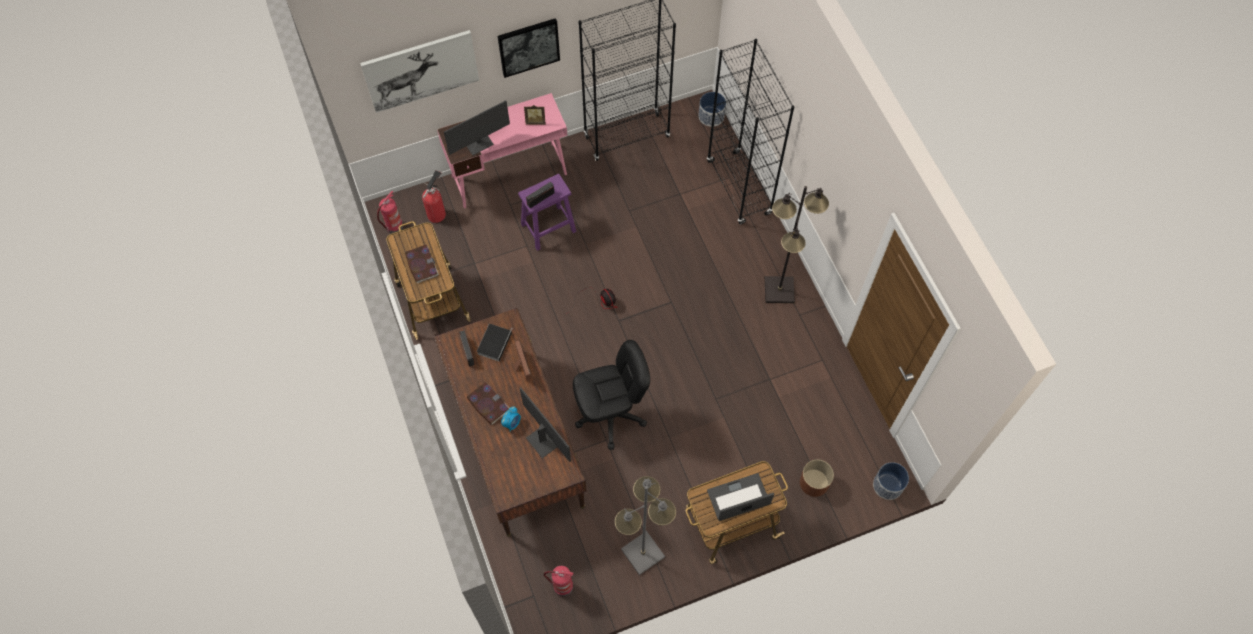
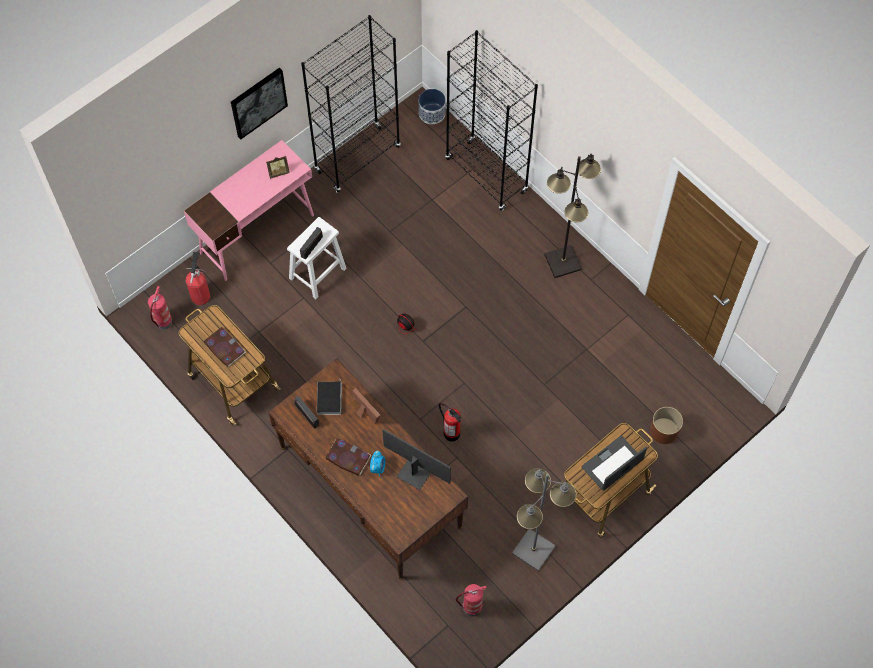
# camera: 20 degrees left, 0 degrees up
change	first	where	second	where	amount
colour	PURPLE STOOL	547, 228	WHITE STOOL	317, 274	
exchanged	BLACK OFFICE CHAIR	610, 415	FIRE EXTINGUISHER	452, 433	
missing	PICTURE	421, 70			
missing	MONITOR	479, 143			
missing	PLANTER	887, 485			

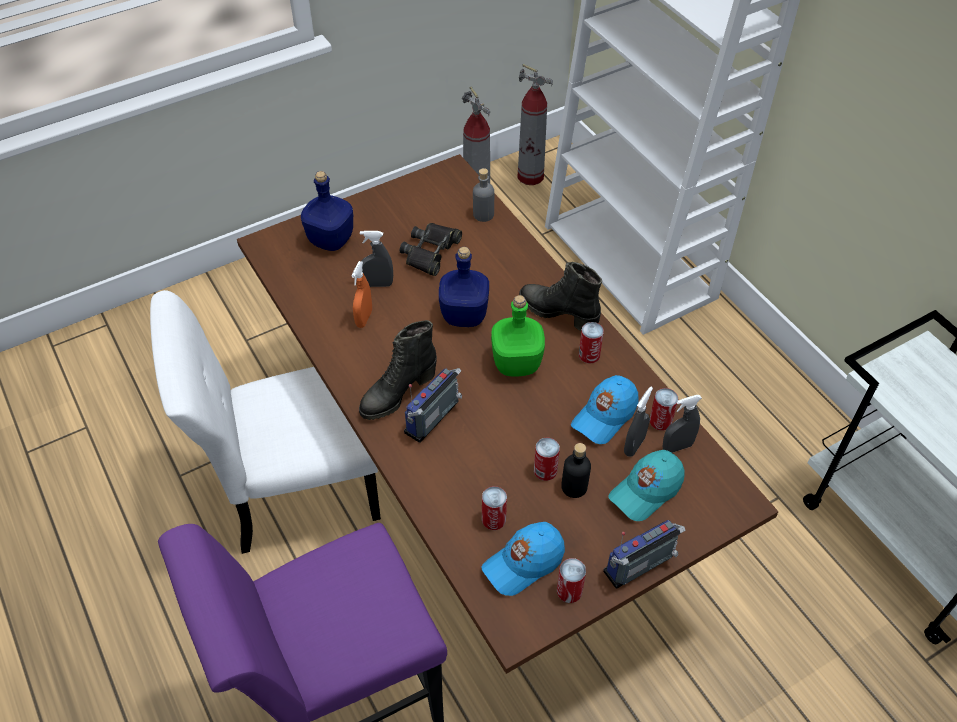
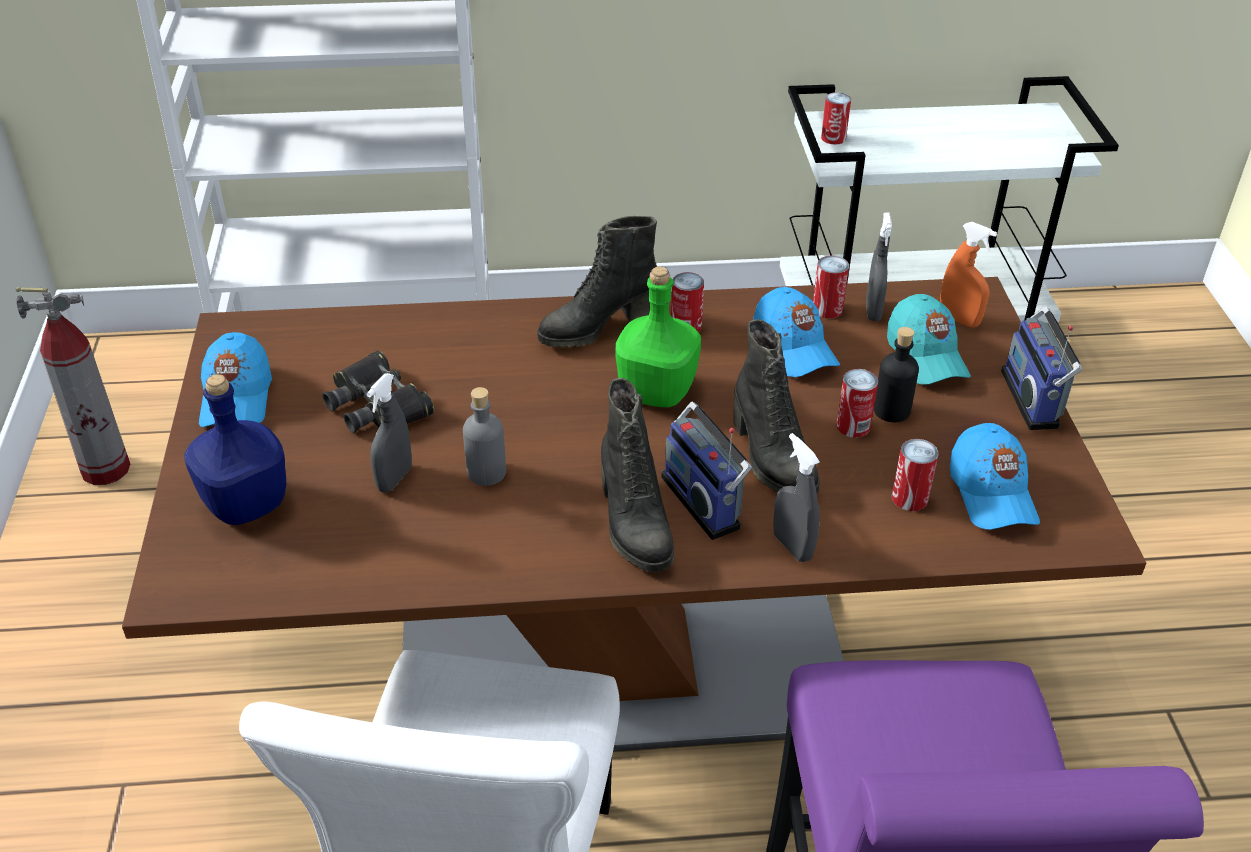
# camera: 65 degrees left, 10 degrees down
change	first	where	second	where	amount
appeared			BLUE CAP	236, 398	
relocated	GREY BOTTLE	483, 214		486, 472	
appeared			BLACK BOOT	771, 458	
relocated	GREY SPRAY BOTTLE	634, 446		792, 546	
relocated	CAN	569, 591		833, 138	
relocated	ORANGE SPRAY BOTTLE	364, 318		959, 319	
missing	BLUE BOTTLE	464, 316			
missing	FIRE EXTINGUISHER	531, 176			

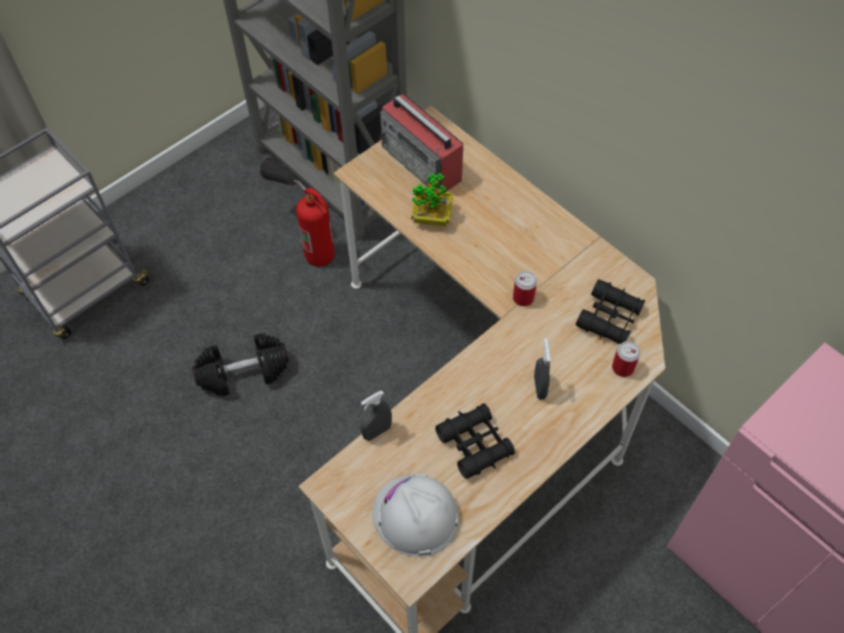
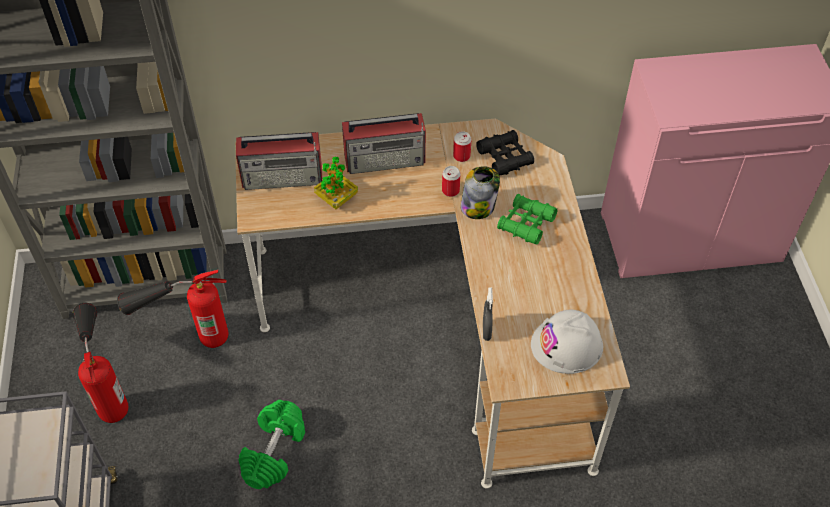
# camera: 55 degrees left, 5 degrees down
change	first	where	second	where	amount
appeared			FIRE EXTINGUISHER	108, 386	
colour	BLACK DUMBBELL	243, 373	GREEN DUMBBELL	274, 452	
appeared			RADIO	386, 159	
relocated	CAN	623, 368		461, 156	
appeared			JAR	478, 206	
exchanged	GREY SPRAY BOTTLE	539, 387	GREEN BINOCULARS	526, 223	
missing	BLACK BINOCULARS	475, 444			

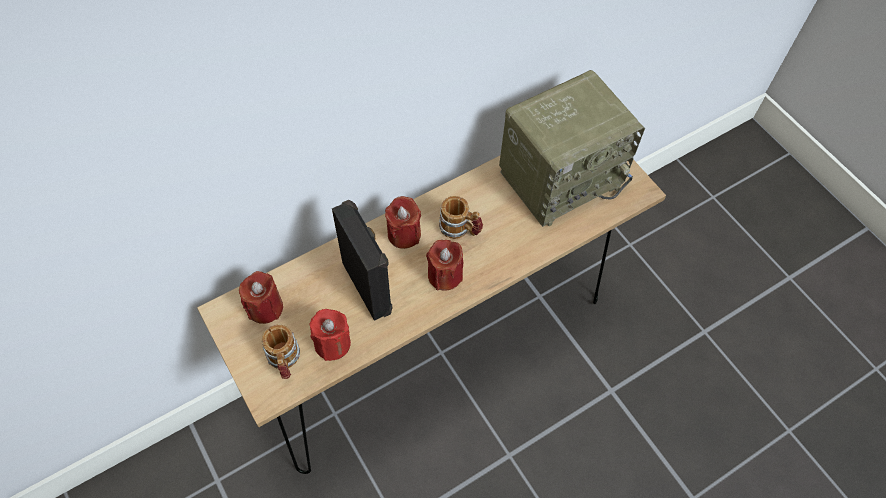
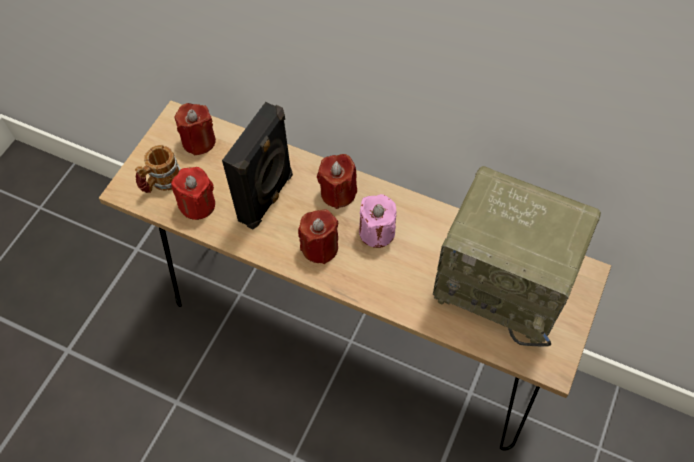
# camera: 60 degrees right, 0 degrees up
change	first	where	second	where	amount
exchanged	MUG	460, 229	PINK CANDLE	377, 232	

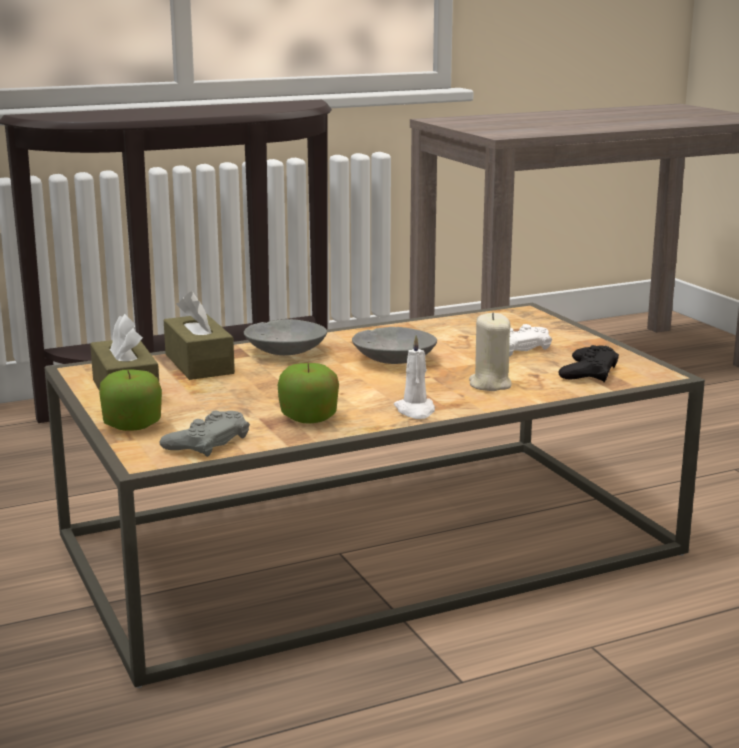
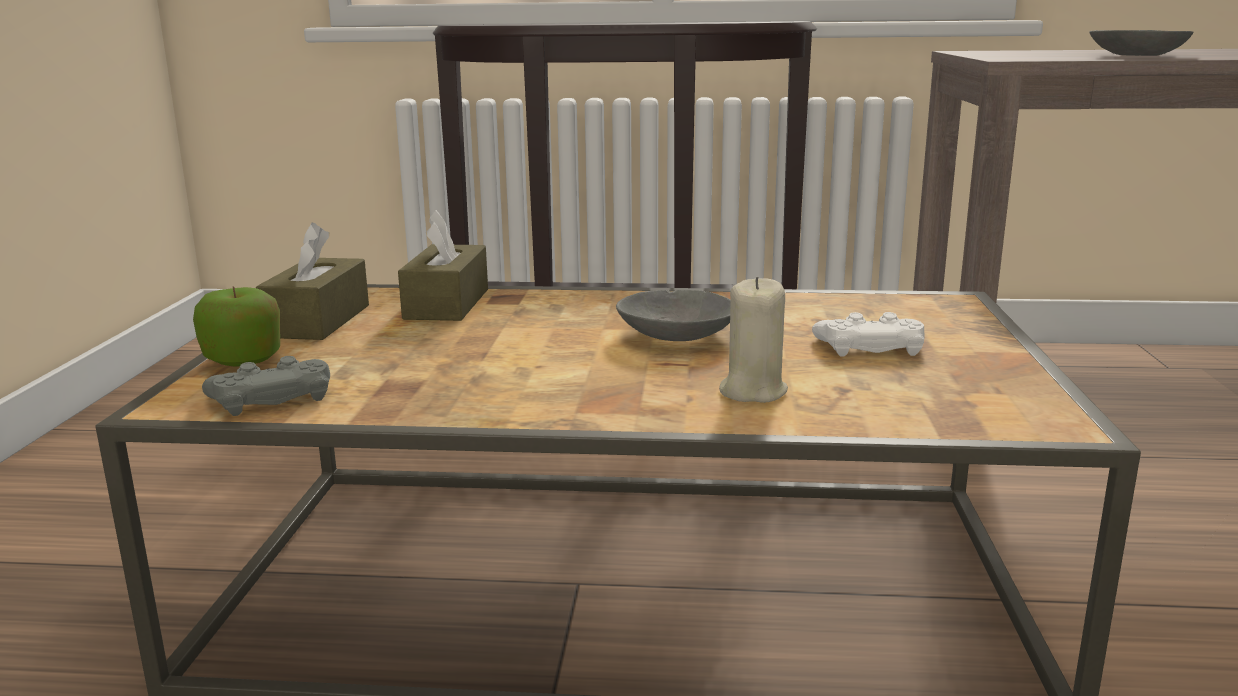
# camera: 30 degrees right, 0 degrees up
change	first	where	second	where	amount
relocated	GREY BOWL	286, 350		1136, 56	
missing	APPLE	309, 418			
missing	WHITE CANDLE	415, 411			
missing	BLACK GAME CONTROLLER	588, 372			

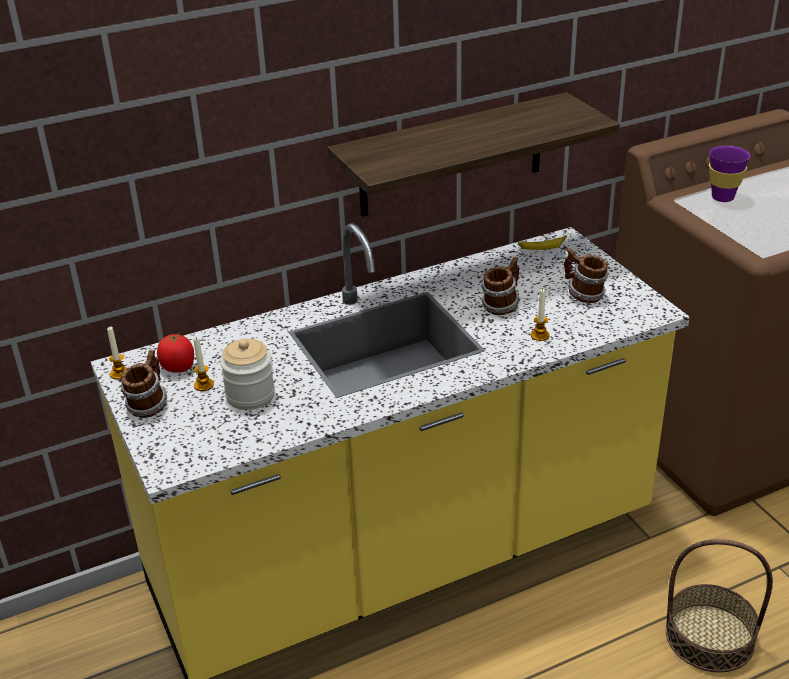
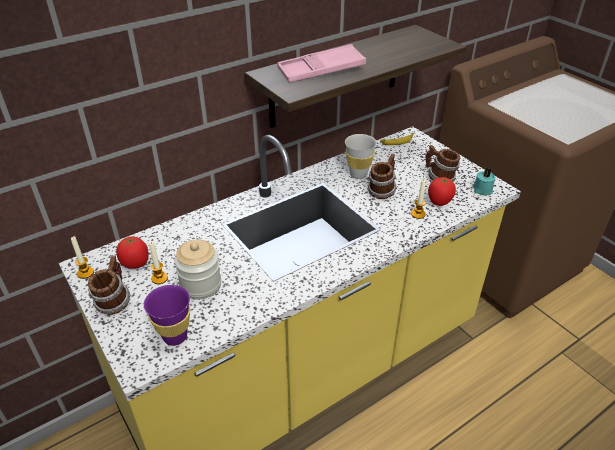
# camera: 10 degrees left, 5 degrees up
change	first	where	second	where	amount
relocated	PURPLE CUP	722, 197		175, 336	
appeared			PINK TRAY	321, 70	
appeared			WHITE CUP	358, 174	
appeared			TOMATO	439, 201	
appeared			TURQUOISE CANDLE	482, 189	
missing	BASKET	709, 637			

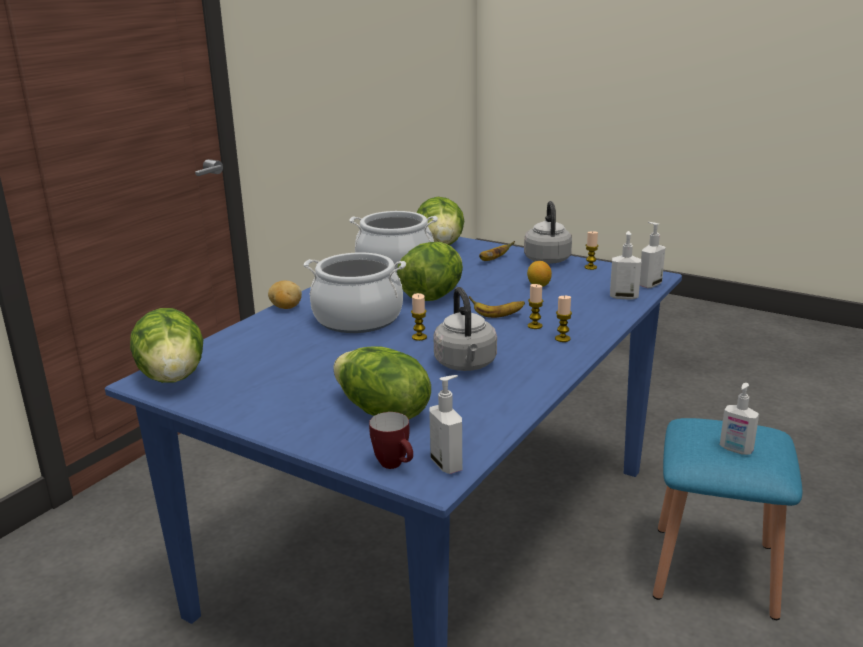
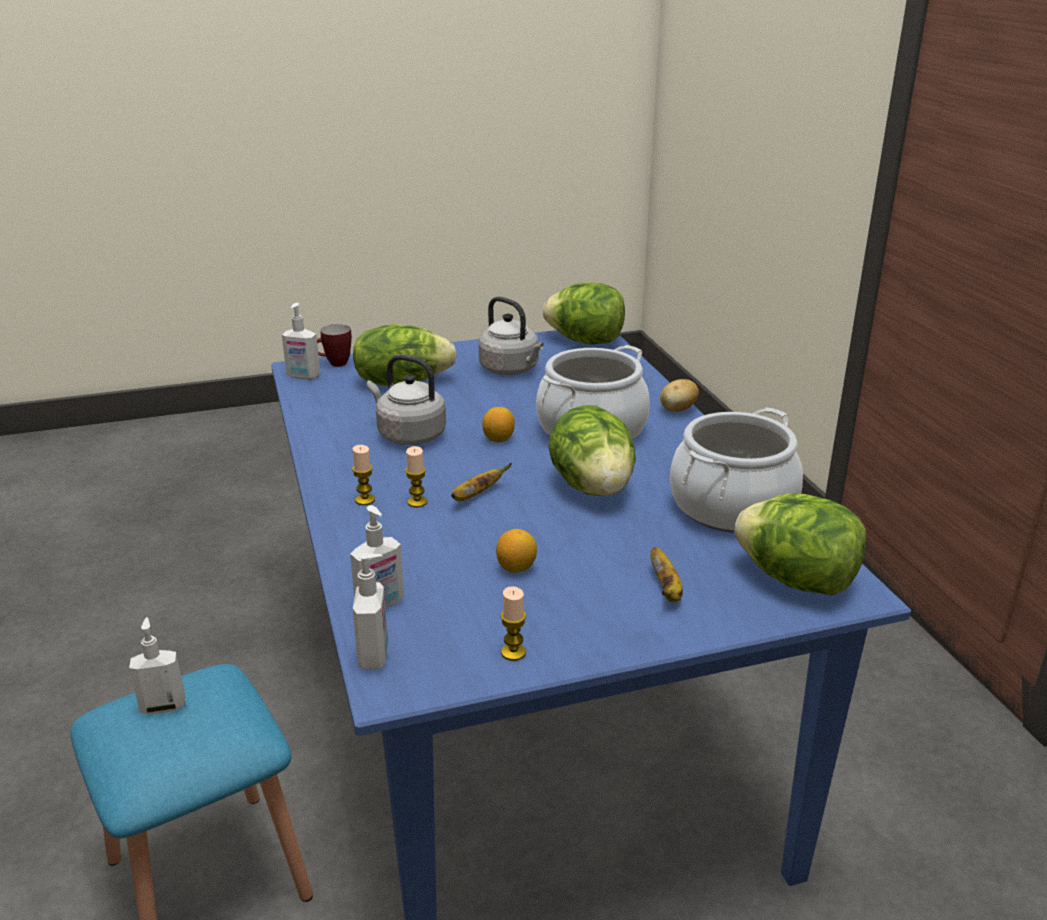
# camera: 130 degrees right, 5 degrees up
change	first	where	second	where	amount
relocated	GREY KETTLE	547, 259		511, 370	
exchanged	CANDLE	419, 337	LEMON	498, 439	

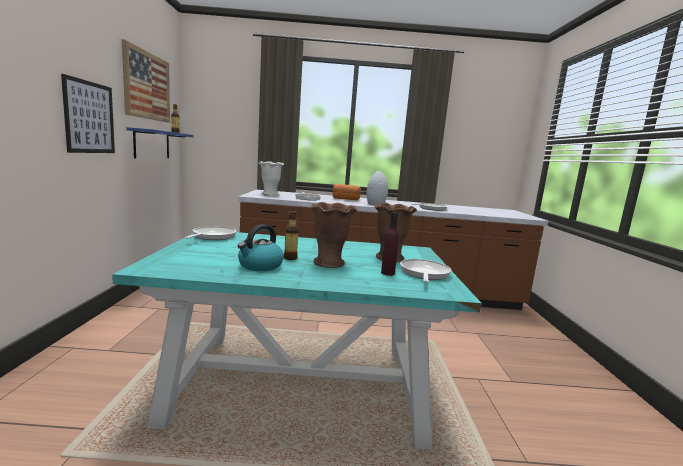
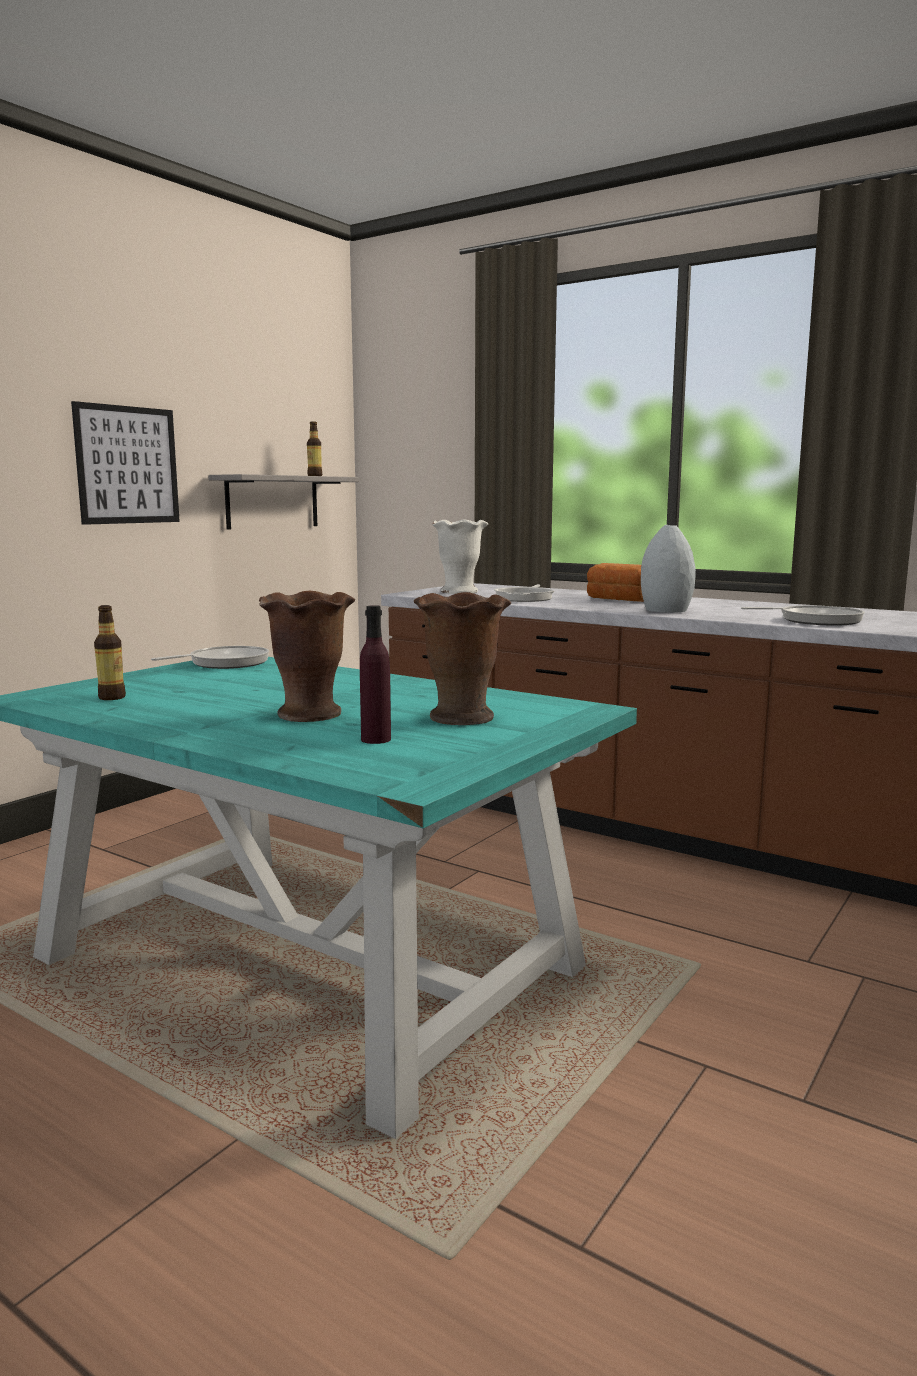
# camera: 35 degrees right, 0 degrees up
change	first	where	second	where	amount
relocated	BOTTLE	290, 258		112, 697	
colour	BLUE SHELF	152, 144	GREY SHELF	272, 502	
missing	PICTURE	147, 86			
missing	KETTLE	260, 266			
missing	FRYING PAN	424, 274			

